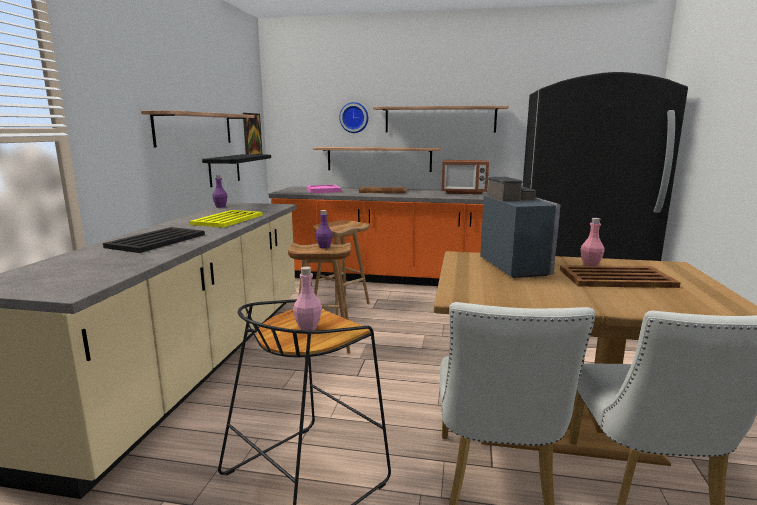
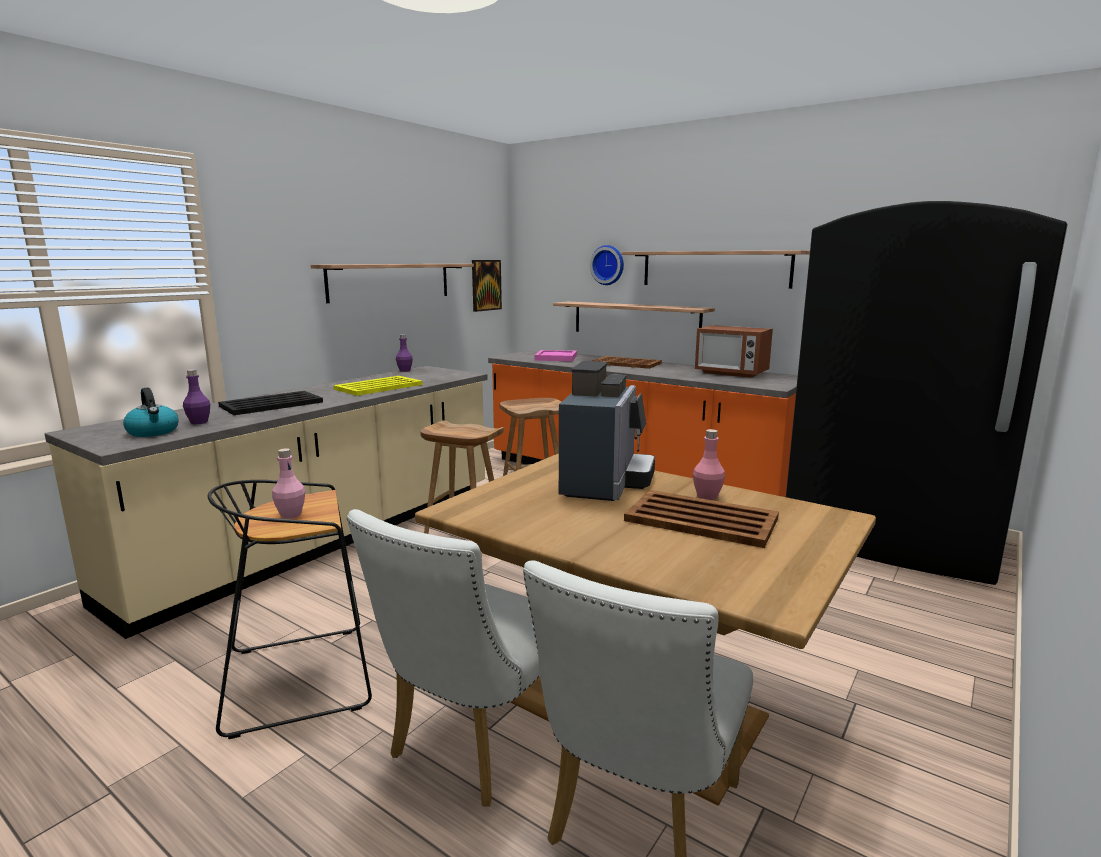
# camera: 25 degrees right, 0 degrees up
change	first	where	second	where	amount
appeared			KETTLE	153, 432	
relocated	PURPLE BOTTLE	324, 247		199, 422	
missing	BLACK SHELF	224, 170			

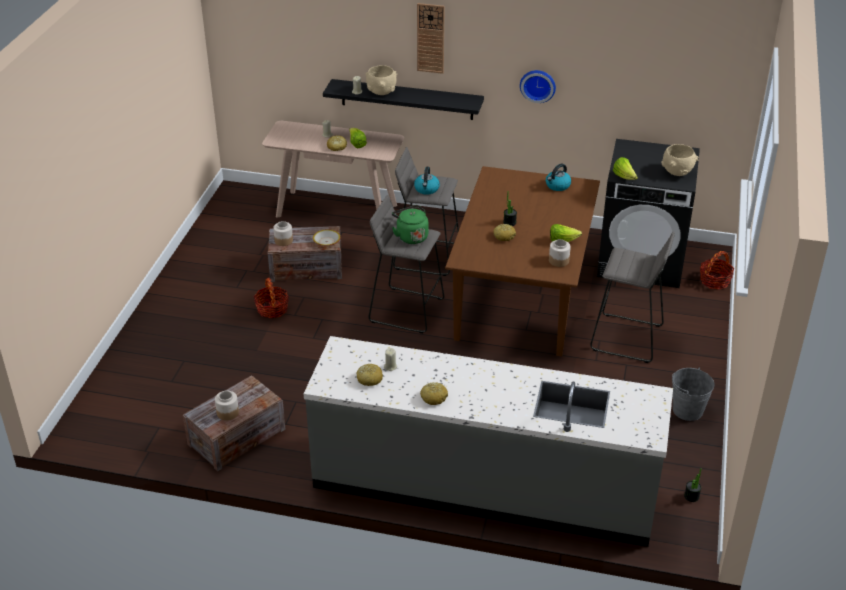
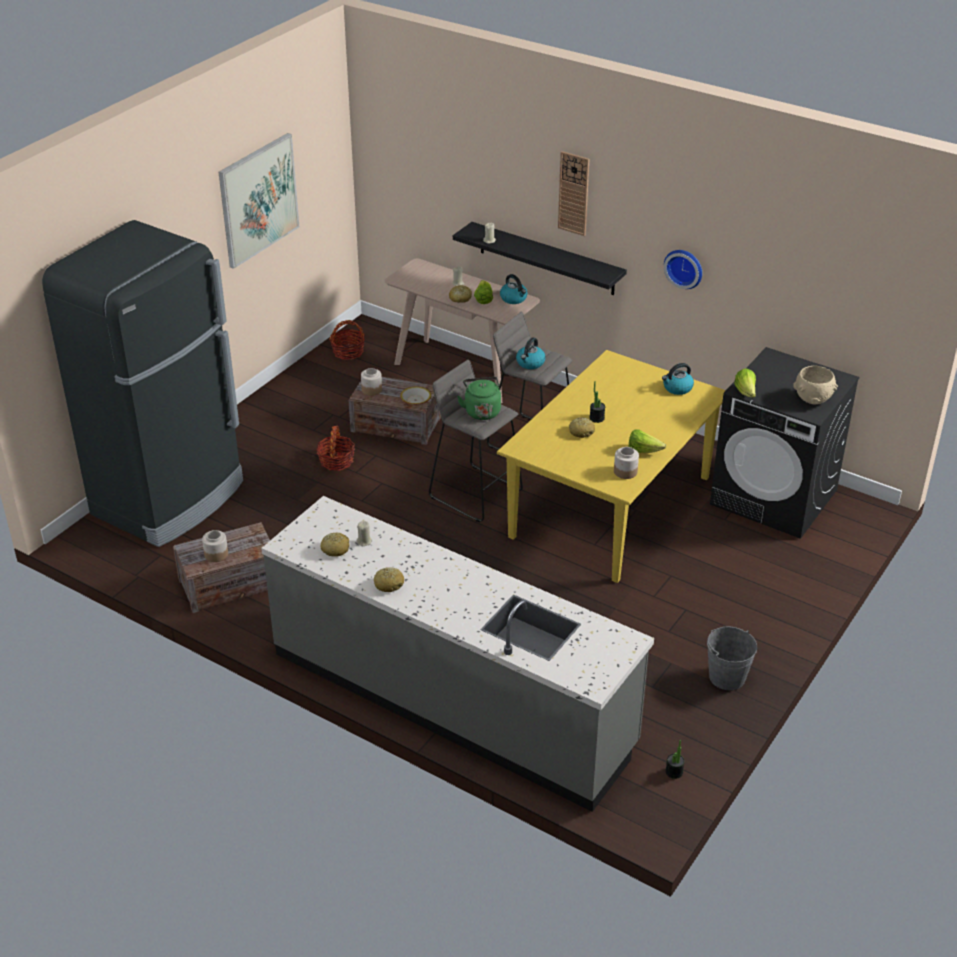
# camera: 20 degrees right, 0 degrees up
change	first	where	second	where	amount
appeared			BLACK FRIDGE	170, 499	
appeared			PICTURE	258, 200	
relocated	BASKET	714, 281		348, 352	
colour	BROWN DINING TABLE	522, 297	YELLOW DINING TABLE	611, 507	
appeared			KETTLE	514, 299	
missing	BEIGE BOWL	381, 92			
missing	GREY STOOL	627, 338			

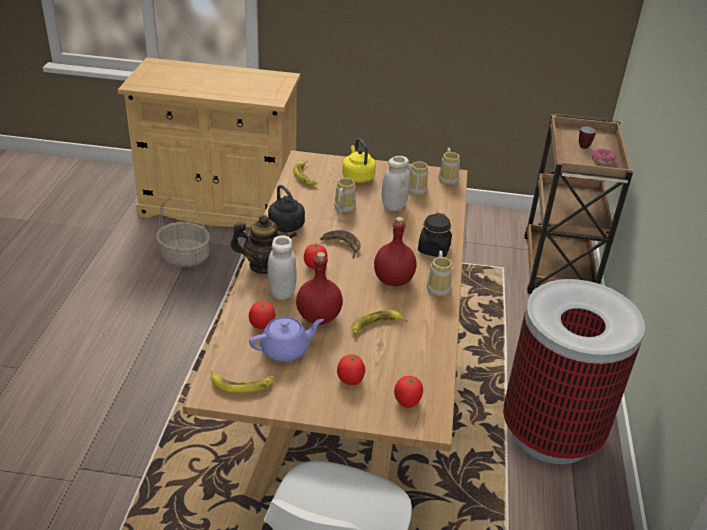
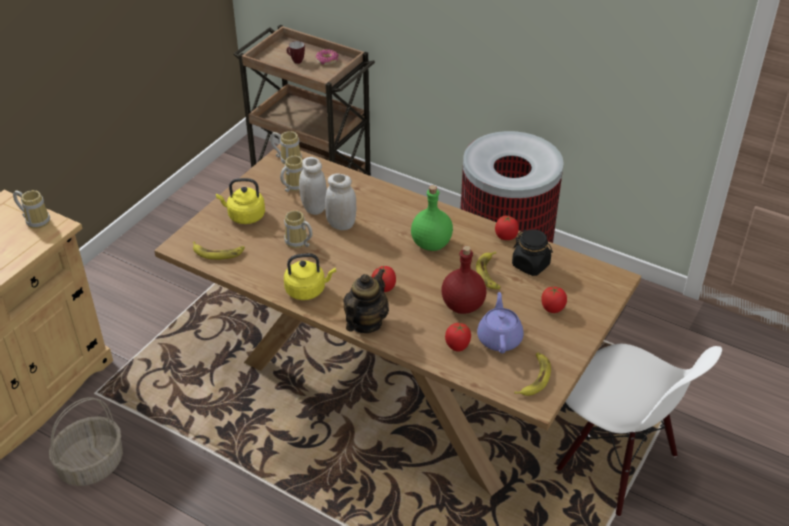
# camera: 65 degrees left, 5 degrees up
change	first	where	second	where	amount
relocated	MUG	439, 287		36, 220	
colour	BLACK KETTLE	287, 227	YELLOW KETTLE	307, 290	
relocated	WHITE JAR	282, 292		341, 224	
colour	RED BOTTLE	394, 279	GREEN BOTTLE	430, 243	
relocated	TOMATO	407, 401		506, 236	
relocated	BLACK JAR	434, 249		531, 265	
missing	BANANA	342, 245			

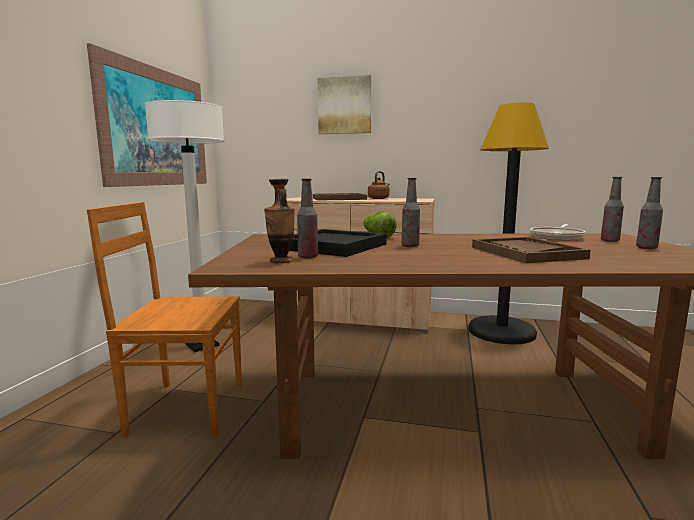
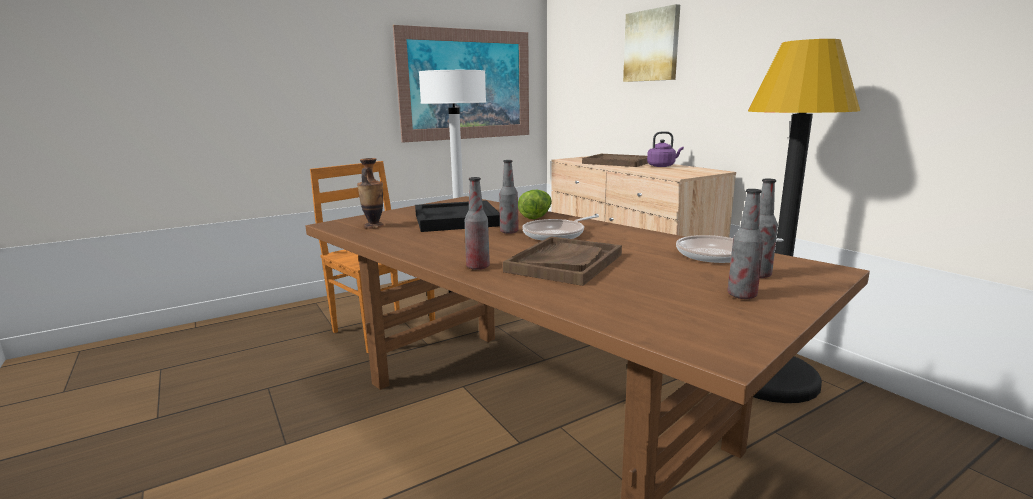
# camera: 45 degrees right, 5 degrees up
change	first	where	second	where	amount
relocated	BOTTLE	308, 257		478, 267	
appeared			FRYING PAN	556, 234	
colour	BROWN KETTLE	379, 198	PURPLE KETTLE	662, 166	

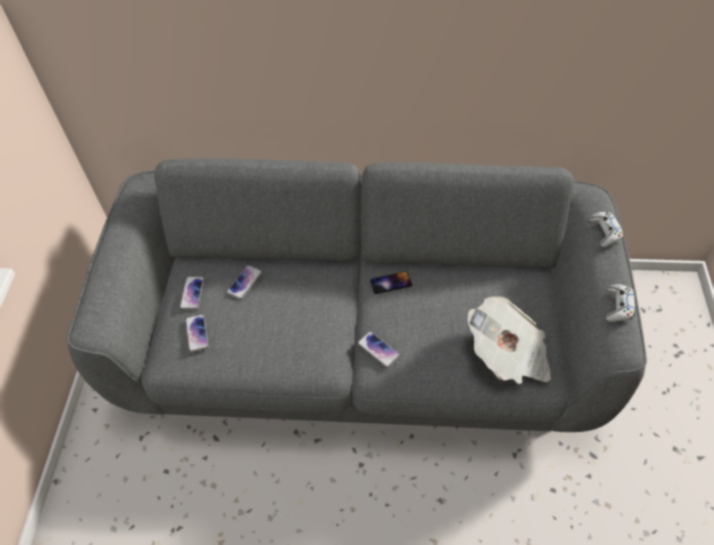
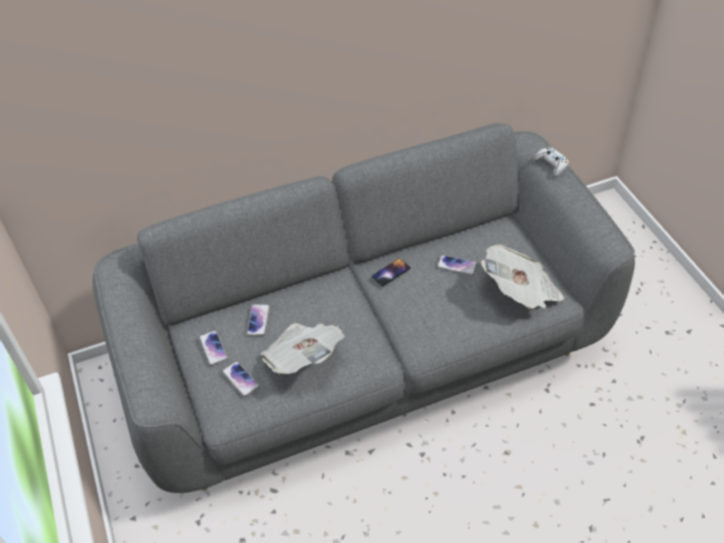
# camera: 25 degrees left, 5 degrees down
change	first	where	second	where	amount
appeared			NEWSPAPER	303, 358	
relocated	PHONE	378, 349		457, 265	
missing	WHITE GAME CONTROLLER	618, 306			

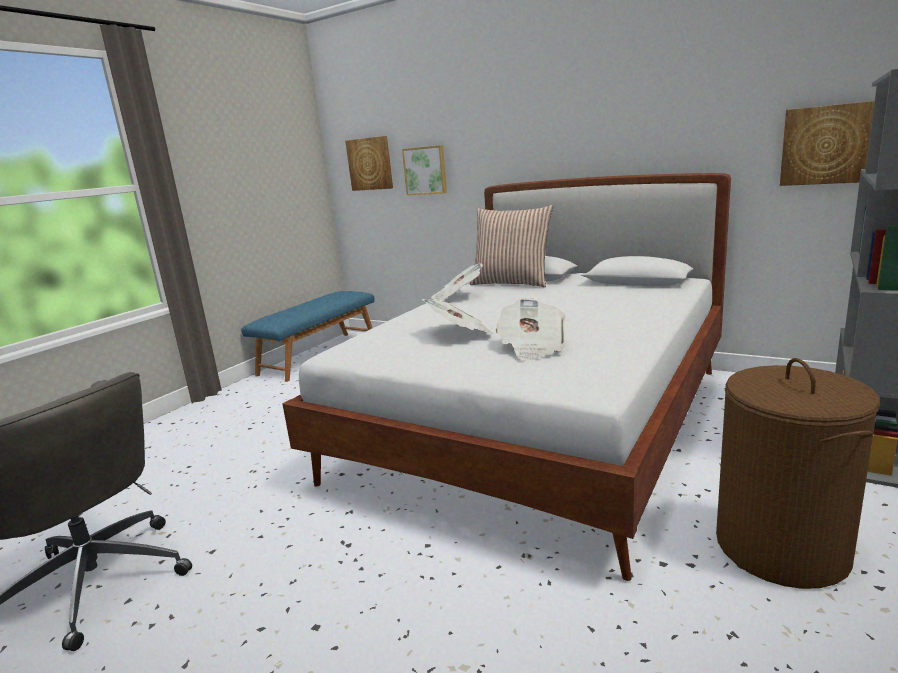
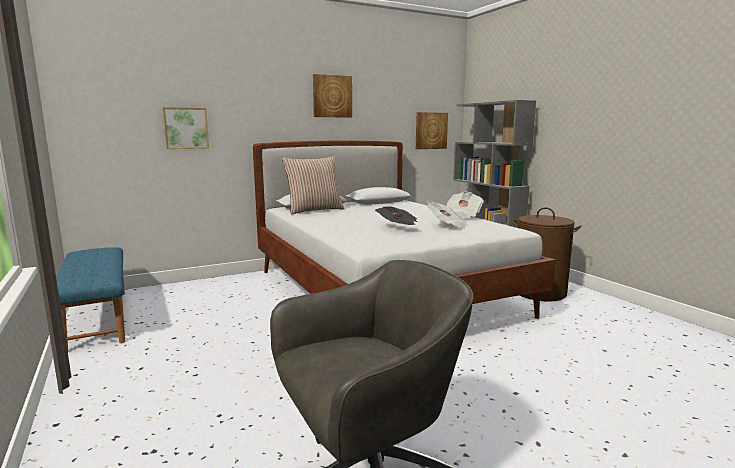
# camera: 60 degrees left, 5 degrees down
change	first	where	second	where	amount
relocated	PICTURE	370, 164		332, 96	
relocated	NEWSPAPER	457, 296		463, 215	

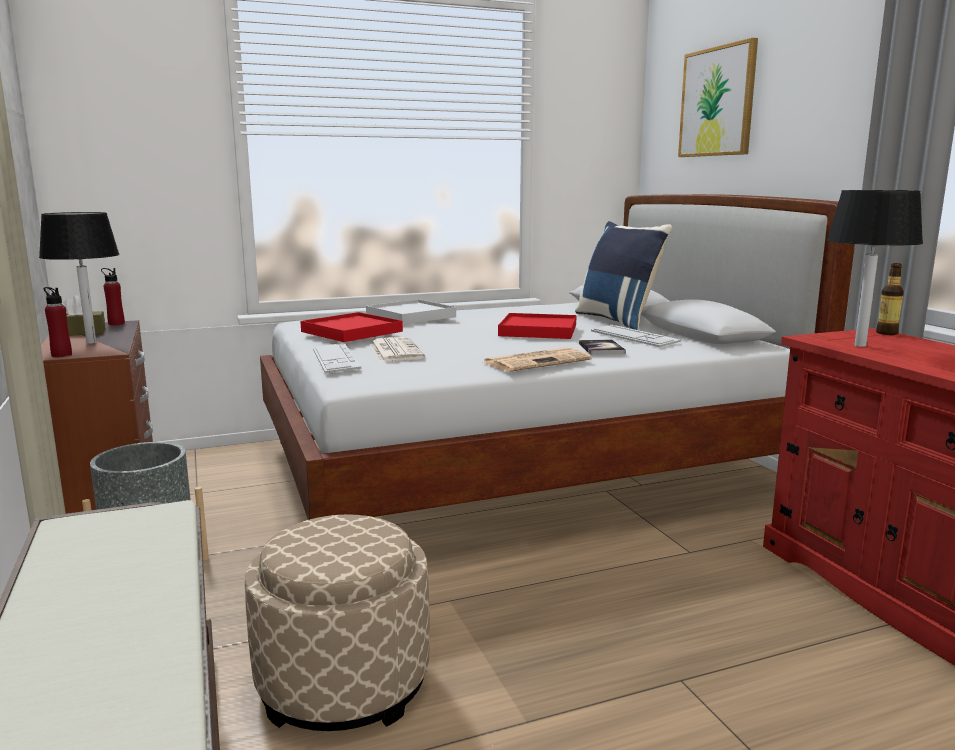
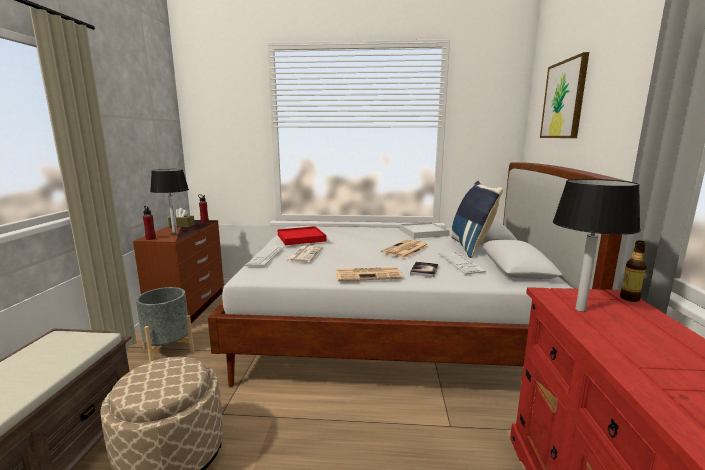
# camera: 25 degrees right, 0 degrees up
change	first	where	second	where	amount
exchanged	RED TRAY	538, 330	NEWSPAPER	405, 249	
relocated	WHITE TRAY	410, 316		423, 232	

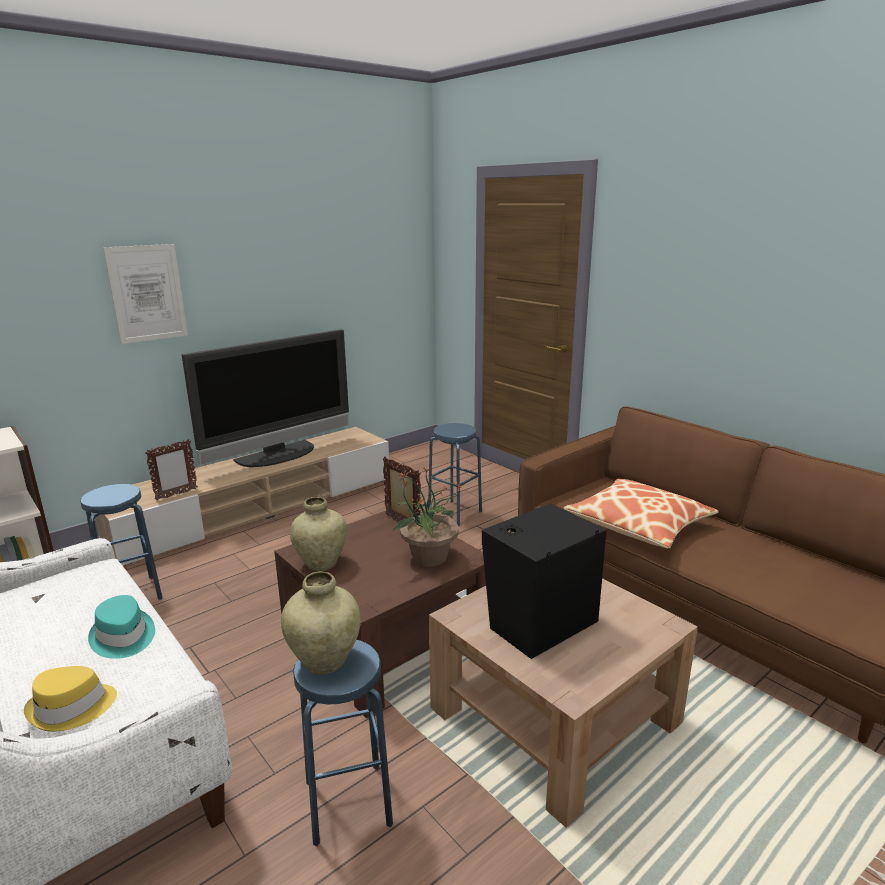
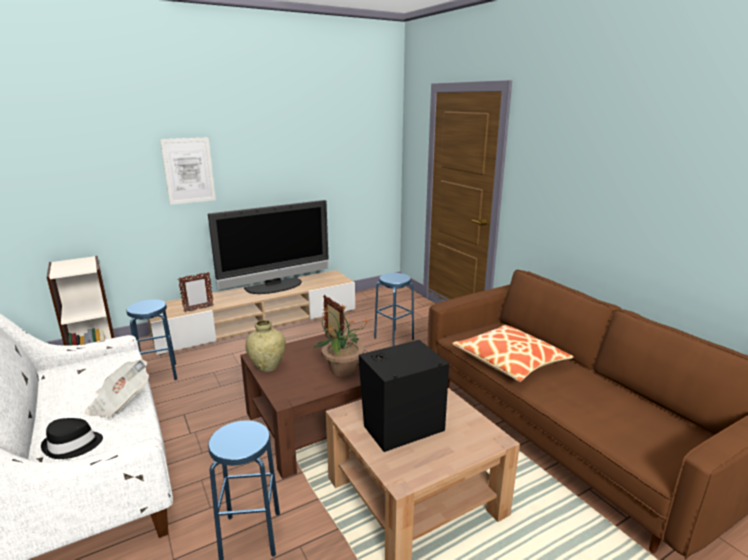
# camera: 10 degrees right, 0 degrees up
change	first	where	second	where	amount
colour	YELLOW HAT	72, 708	BLACK HAT	72, 445	
exchanged	TURQUOISE HAT	123, 637	NEWSPAPER	120, 403	
missing	BEIGE VASE	324, 661			

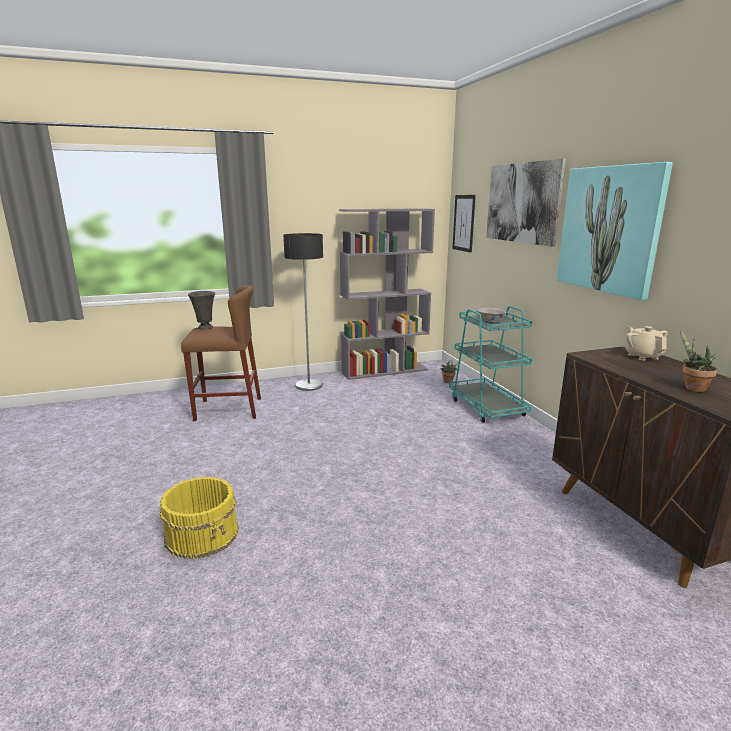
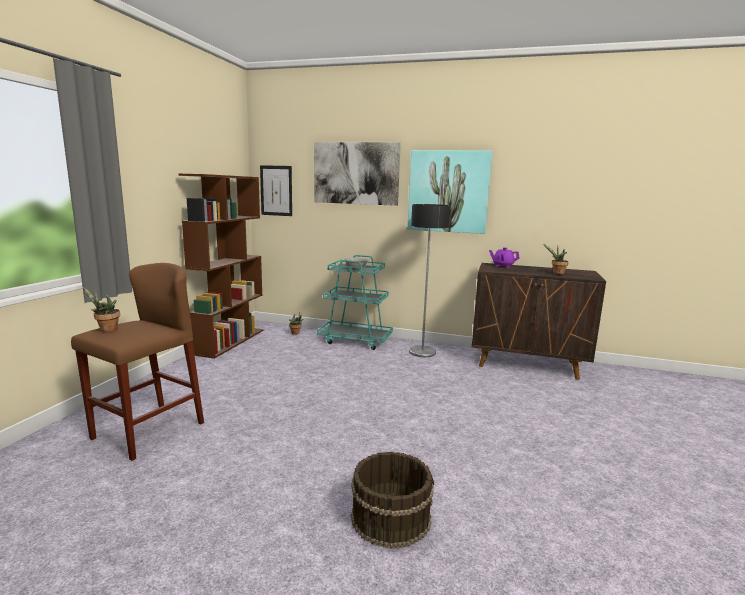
# camera: 55 degrees left, 5 degrees down
change	first	where	second	where	amount
exchanged	GREY VASE	205, 328	POTTED PLANT	106, 329	
colour	GREY BOOKCASE	385, 371	BROWN BOOKCASE	230, 341	
colour	YELLOW BUCKET	203, 534	BROWN BUCKET	390, 517	
relocated	FLOOR LAMP	309, 385		422, 352	
colour	BEIGE TEAPOT	642, 356	PURPLE TEAPOT	502, 266	

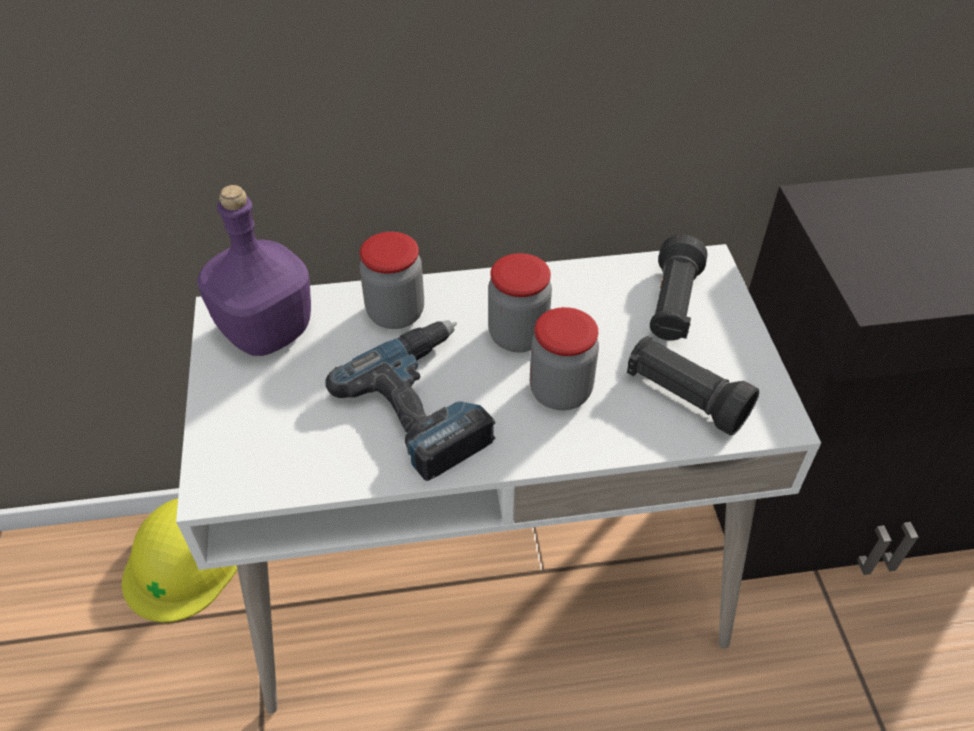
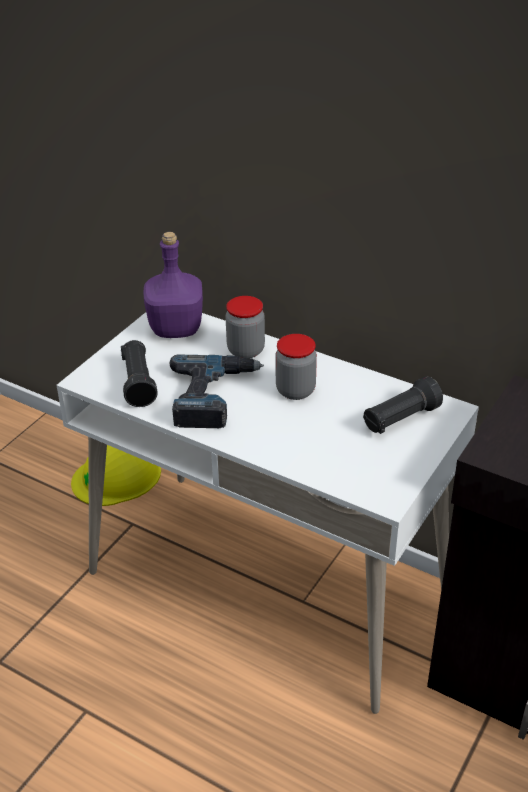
# camera: 40 degrees right, 10 degrees down
change	first	where	second	where	amount
relocated	BLACK FLASHLIGHT	684, 398		138, 383	
missing	JAR	560, 391			

